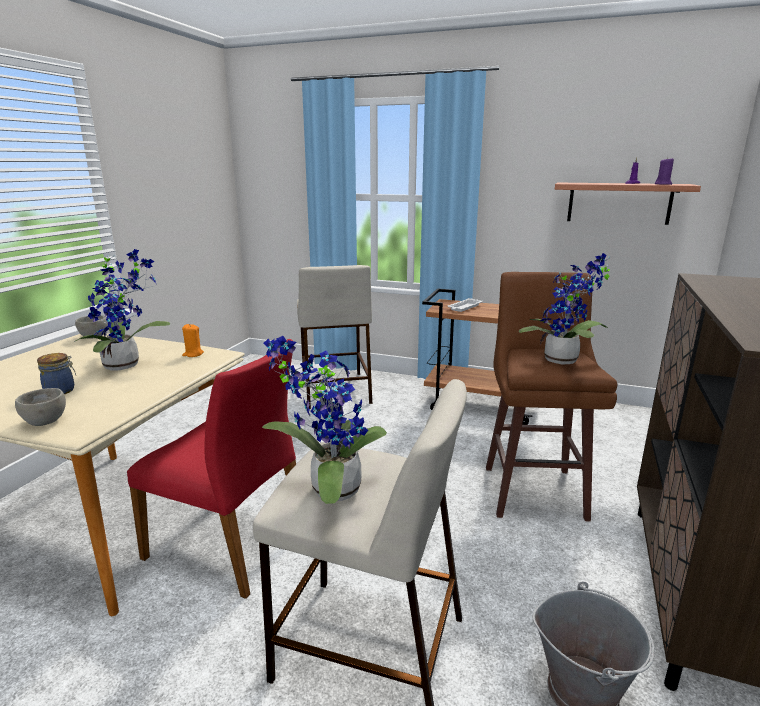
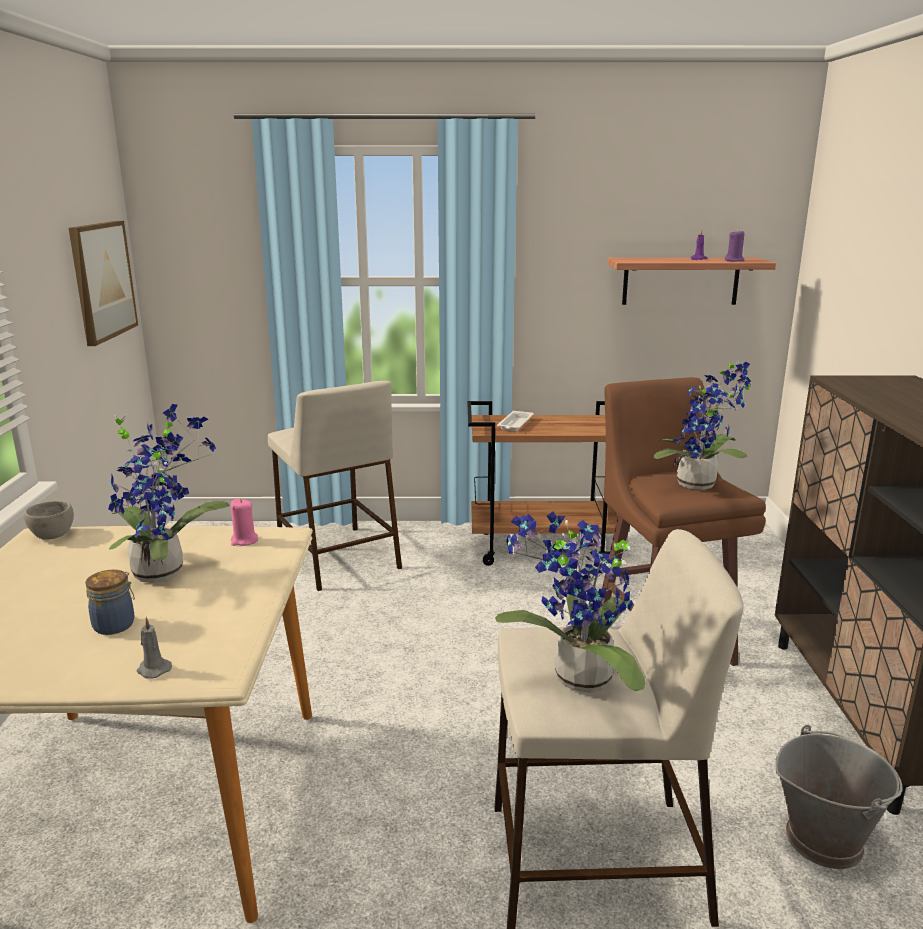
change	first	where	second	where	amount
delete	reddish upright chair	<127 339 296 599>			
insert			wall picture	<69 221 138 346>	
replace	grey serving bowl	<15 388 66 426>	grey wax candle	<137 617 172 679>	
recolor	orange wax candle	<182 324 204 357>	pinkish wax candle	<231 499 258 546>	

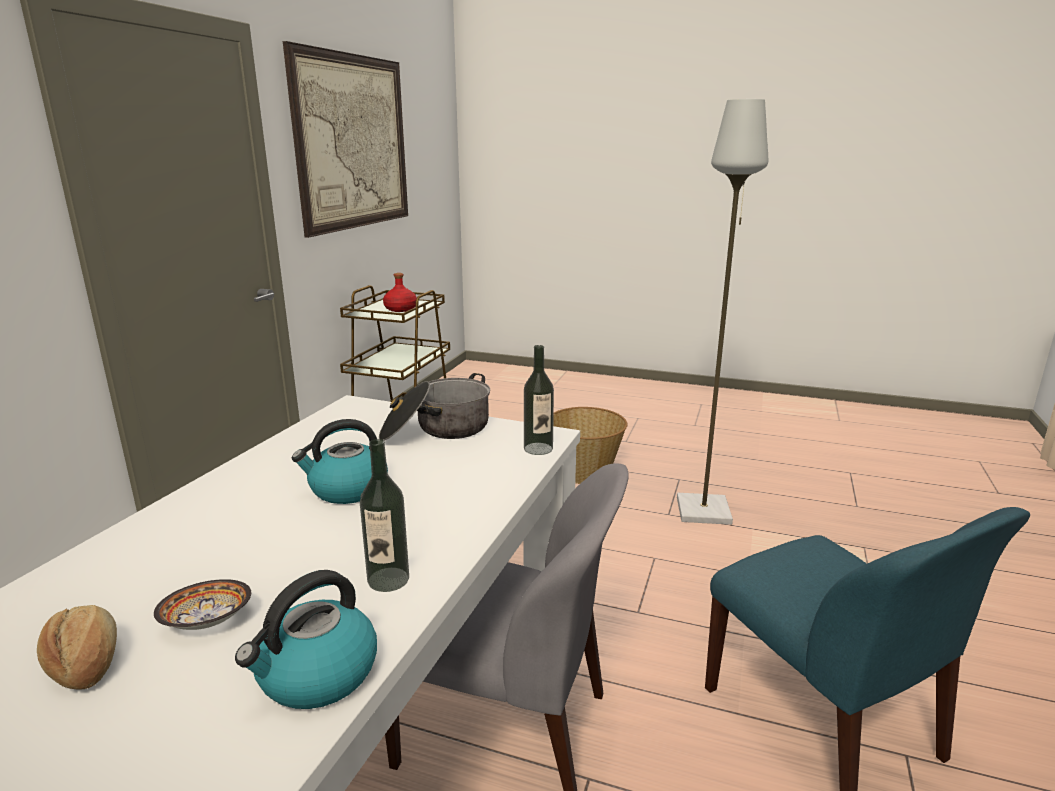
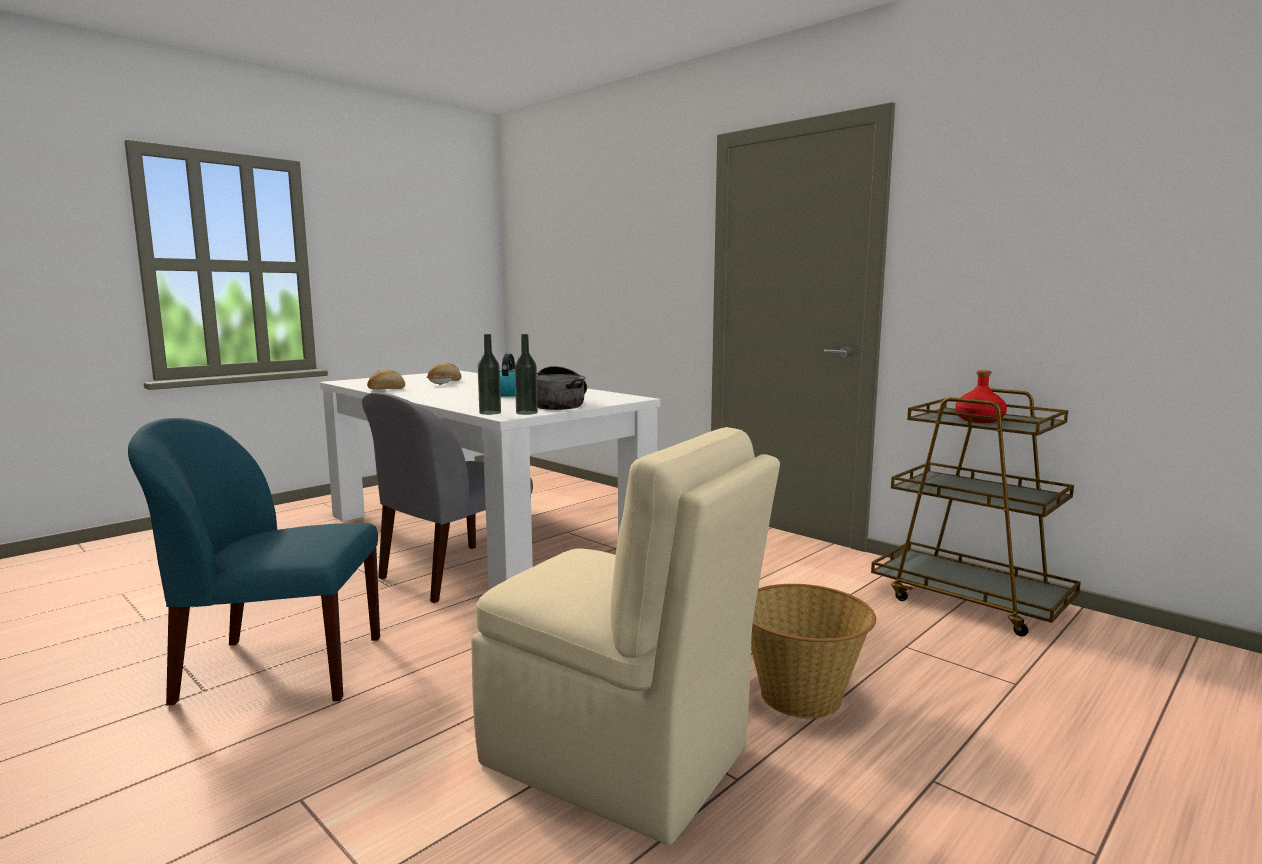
change	first	where	second	where	amount
delete	wall picture	<283 41 408 238>			
move	beverage bottle	<360 439 409 592>		<515 334 538 415>	
replace	water kettle	<235 570 377 709>	baked bread	<367 370 405 389>	
replace	grey standing lamp	<677 99 768 525>	beige upright chair	<471 427 780 845>	

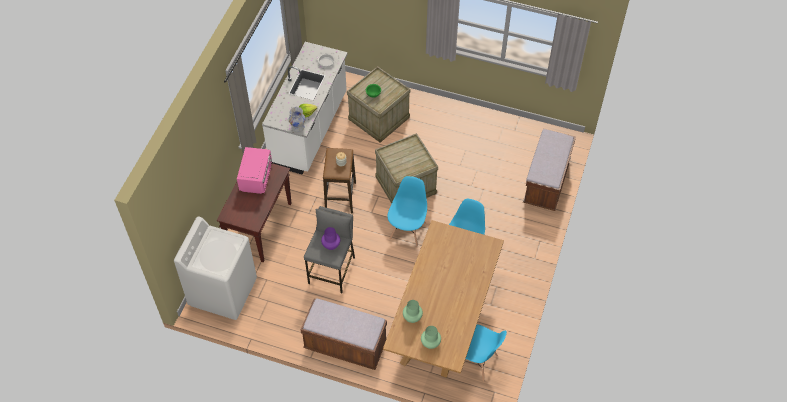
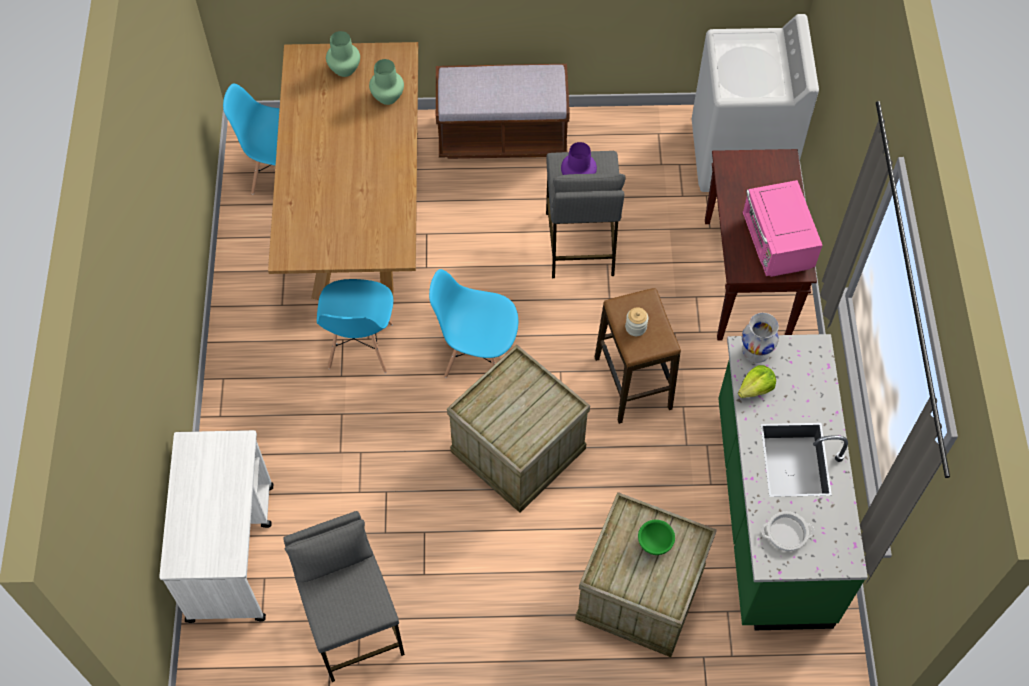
change	first	where	second	where	amount
insert			grey stool	<283 511 405 682>	
replace	brown-coloured long seat	<523 129 576 211>	whitish trolley	<159 430 273 623>	
recolor	whitish kitchen base unit	<262 42 348 174>	greenish kitchen base unit	<718 334 868 630>	
rotate	blue-coloured upright chair	<388 176 427 247>		<429 269 518 378>	105 degrees clockwise

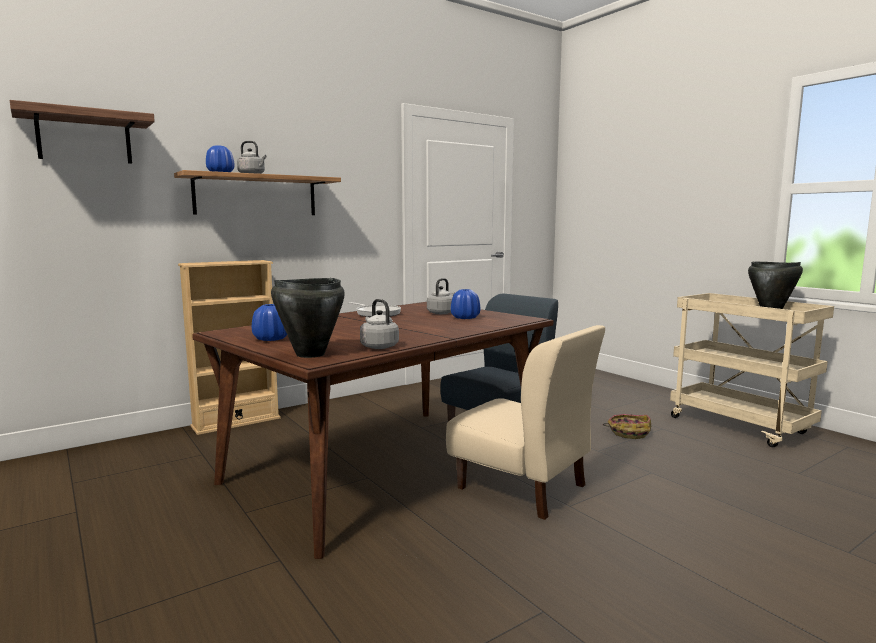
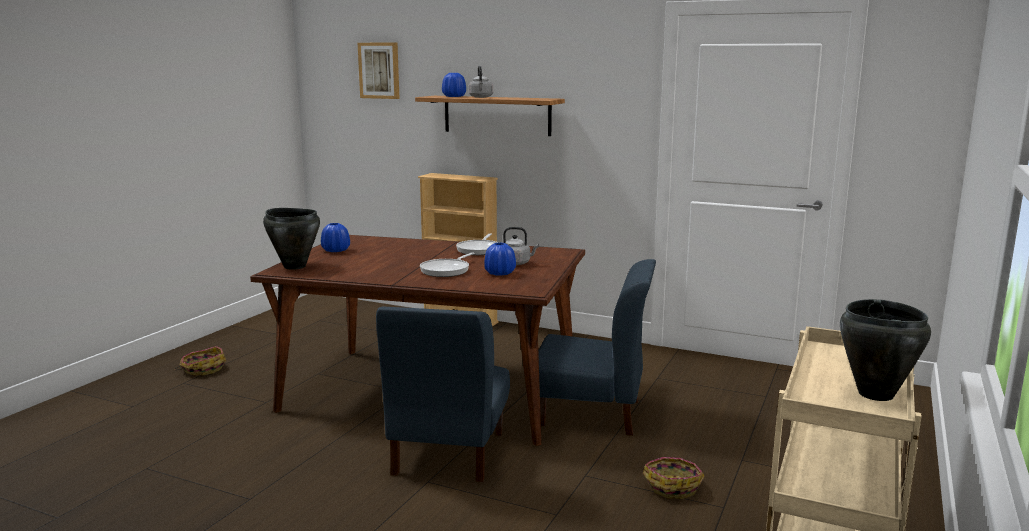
change	first	where	second	where	amount
delete	grey water kettle	<360 299 399 349>			
insert			storage basket	<175 346 226 375>	
insert			frying pan	<420 253 474 277>	
replace	wall shelf	<10 100 155 164>	wall picture	<358 42 400 99>	
recolor	beige upright chair	<446 325 605 520>	blue-coloured upright chair	<376 306 510 482>	

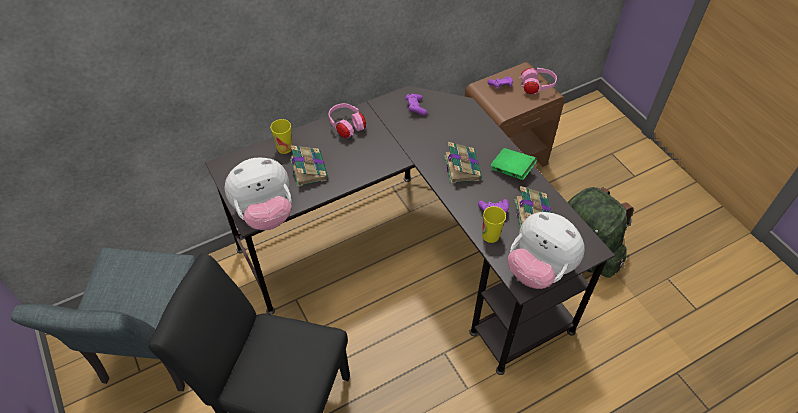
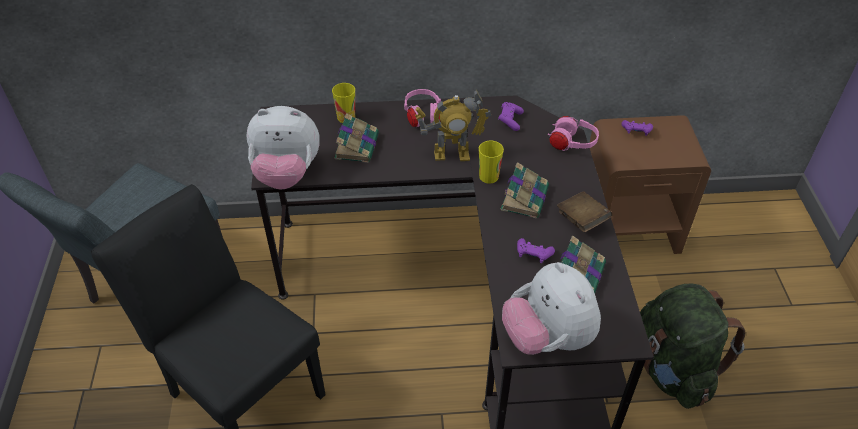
change	first	where	second	where	amount
insert			robot figure	<415 90 491 161>	
move	small cup	<482 206 506 243>		<479 141 504 184>	
move	pinkish pair of headphones	<519 68 557 94>		<548 116 599 151>	
recolor	greenish bound book	<490 148 537 180>	brown-coloured bound book	<557 192 612 232>	

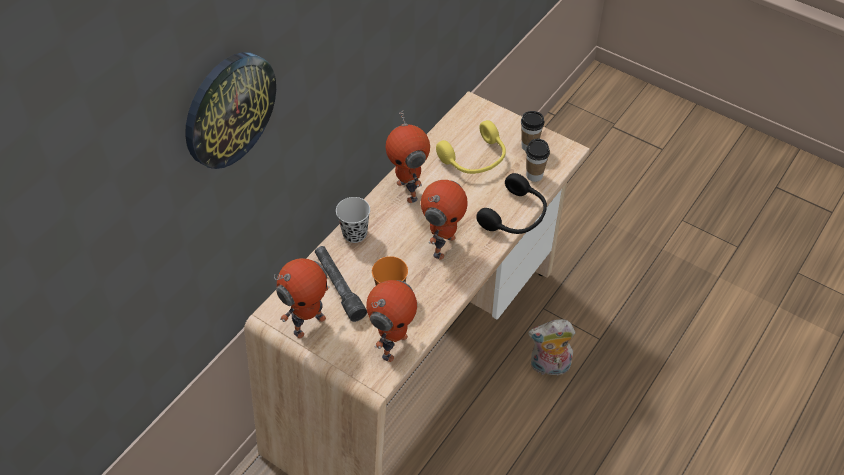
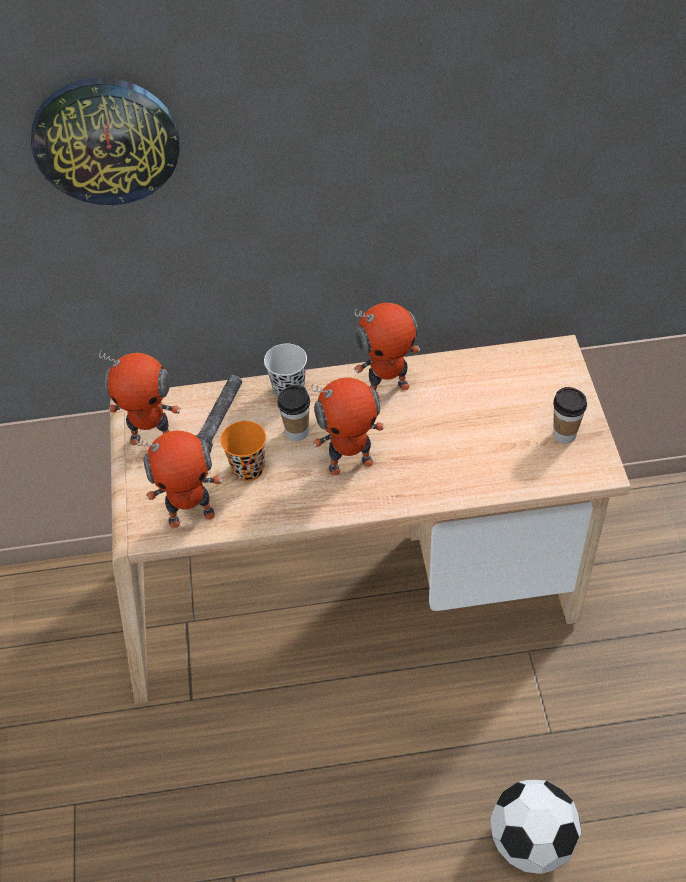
change	first	where	second	where	amount
delete	yellowish pair of headphones	<436 120 506 174>			
delete	black pair of headphones	<476 173 547 234>			
delete	plush toy	<528 319 575 375>			
insert			football ball	<490 779 581 874>	
move	small cup	<526 138 550 182>		<277 385 310 441>	
rotate	robot figure	<385 110 430 203>		<354 303 420 398>	135 degrees counterclockwise

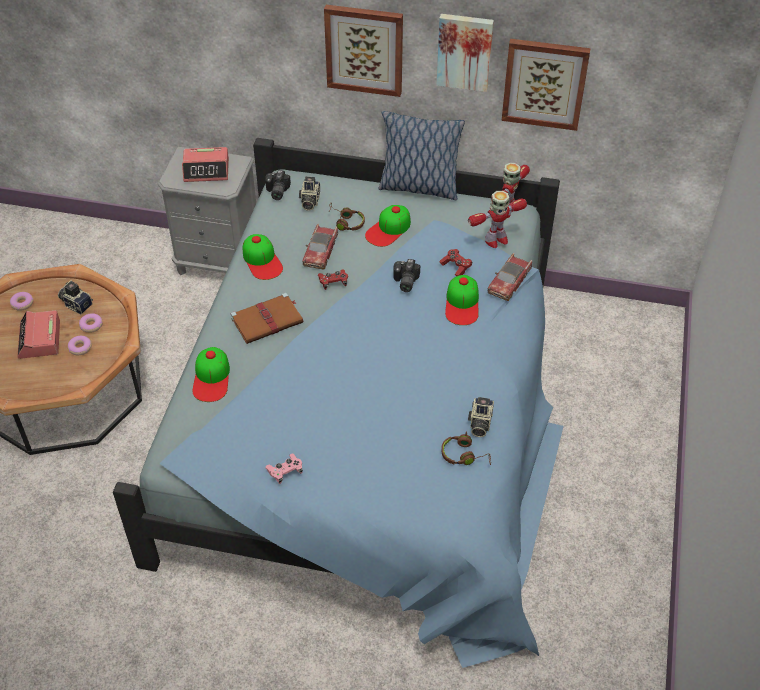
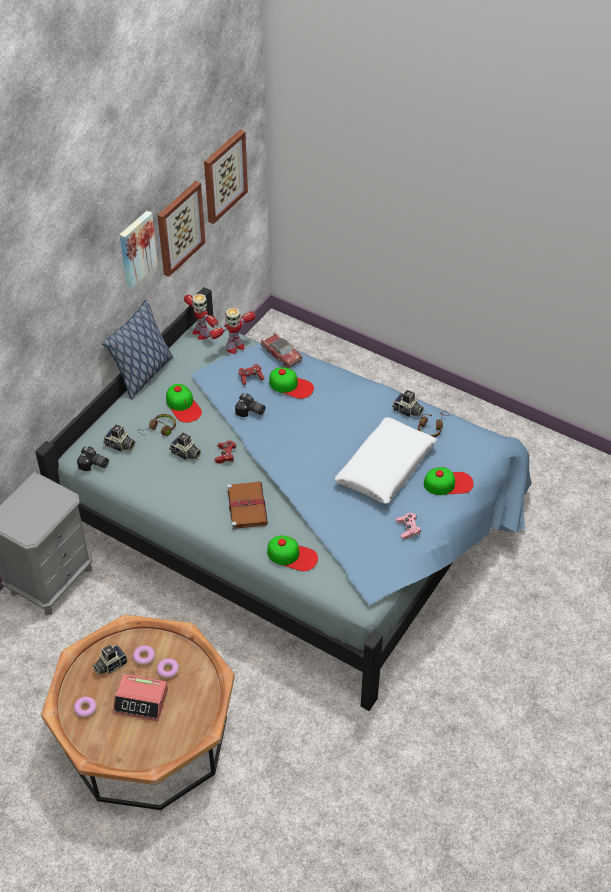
change	first	where	second	where	amount
delete	table clock	<182 147 229 182>			
insert			whitish throw pillow	<334 417 437 504>	
move	cap	<243 234 283 280>		<424 467 474 495>	
move	wall picture	<324 5 403 97>		<204 130 248 224>	
replace	toy car	<302 224 338 270>	photo camera	<169 433 201 460>	
rotate	robot figure	<468 191 527 248>		<209 307 256 354>	60 degrees clockwise

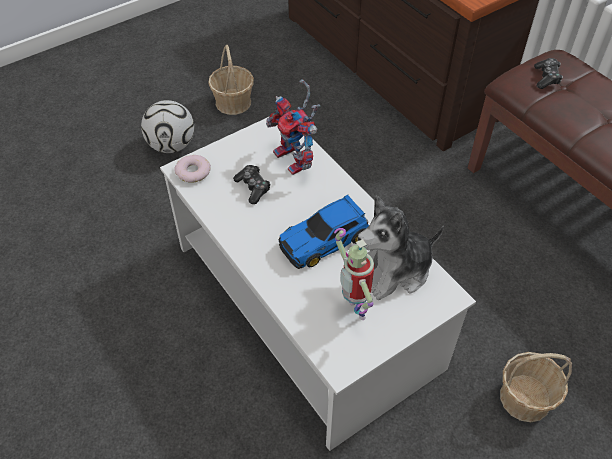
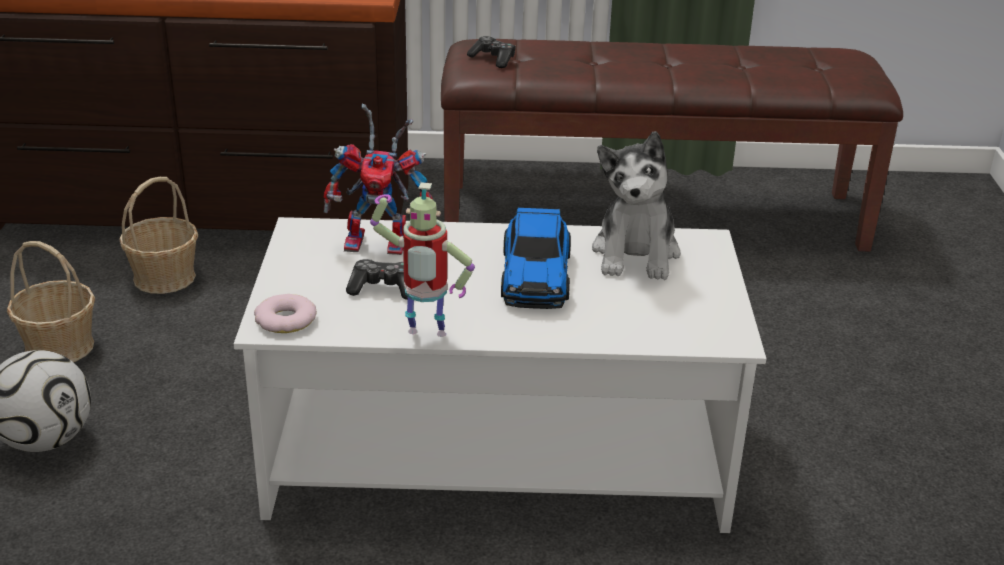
change	first	where	second	where	amount
move	robot figure	<334 228 375 320>		<370 182 475 337>	
move	storage basket	<500 352 572 422>		<119 177 198 294>	

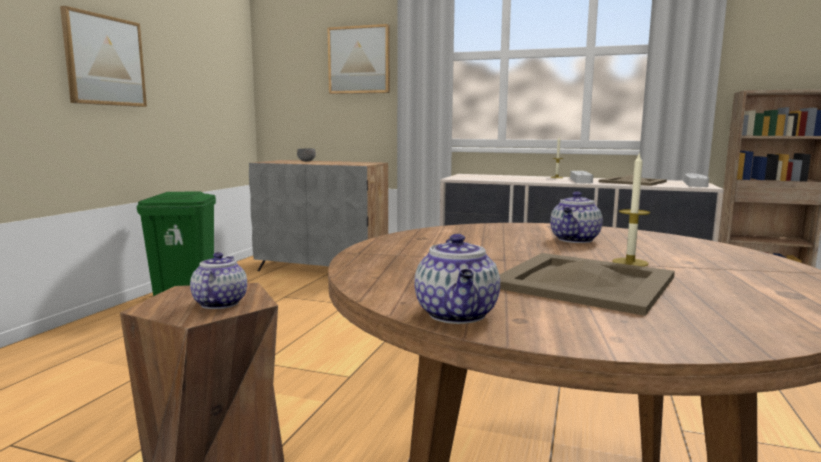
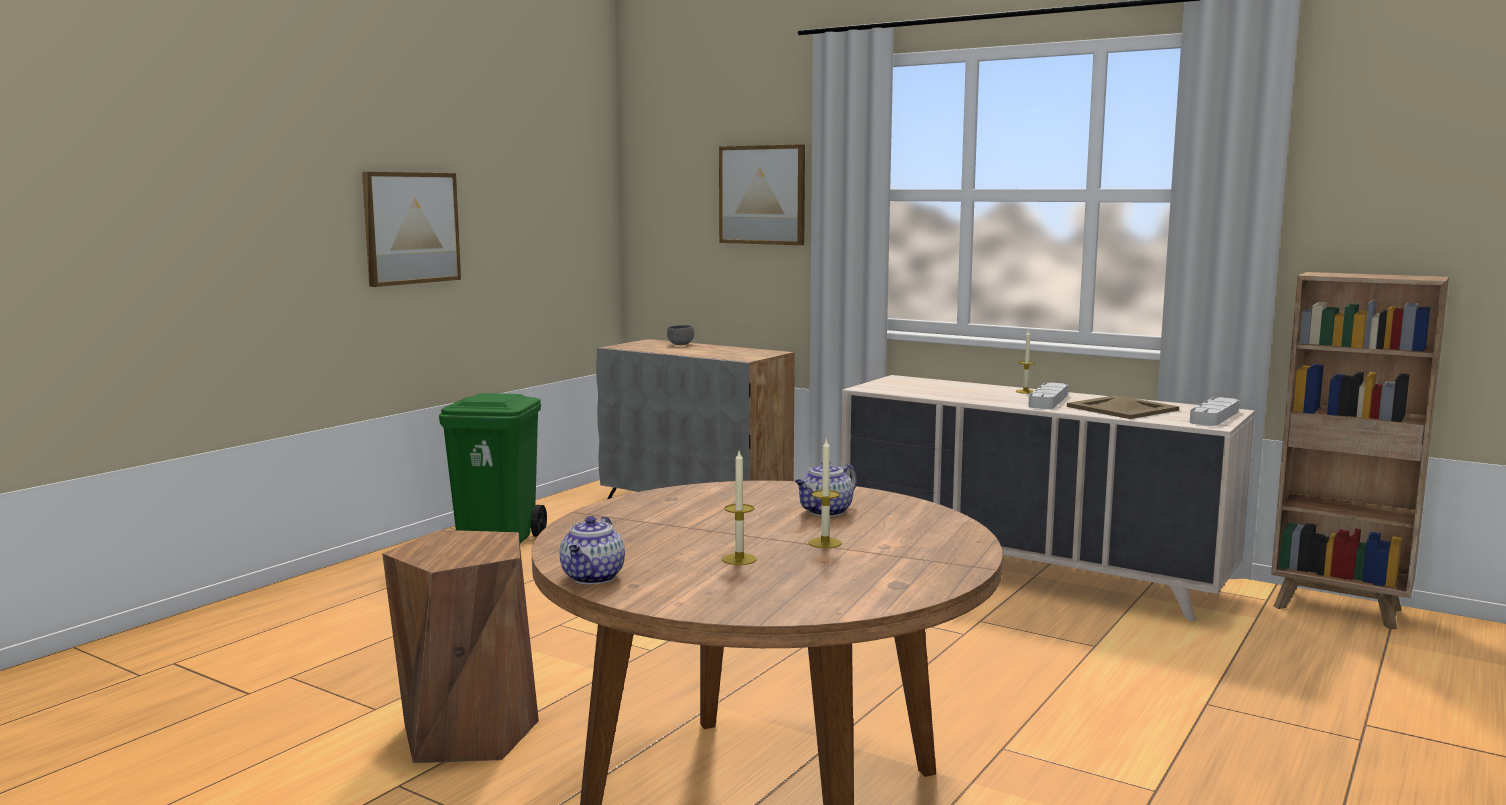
change	first	where	second	where	amount
delete	teapot	<190 252 247 309>			
replace	beige carrying tray	<499 253 675 316>	wax candle	<722 451 757 565>	

